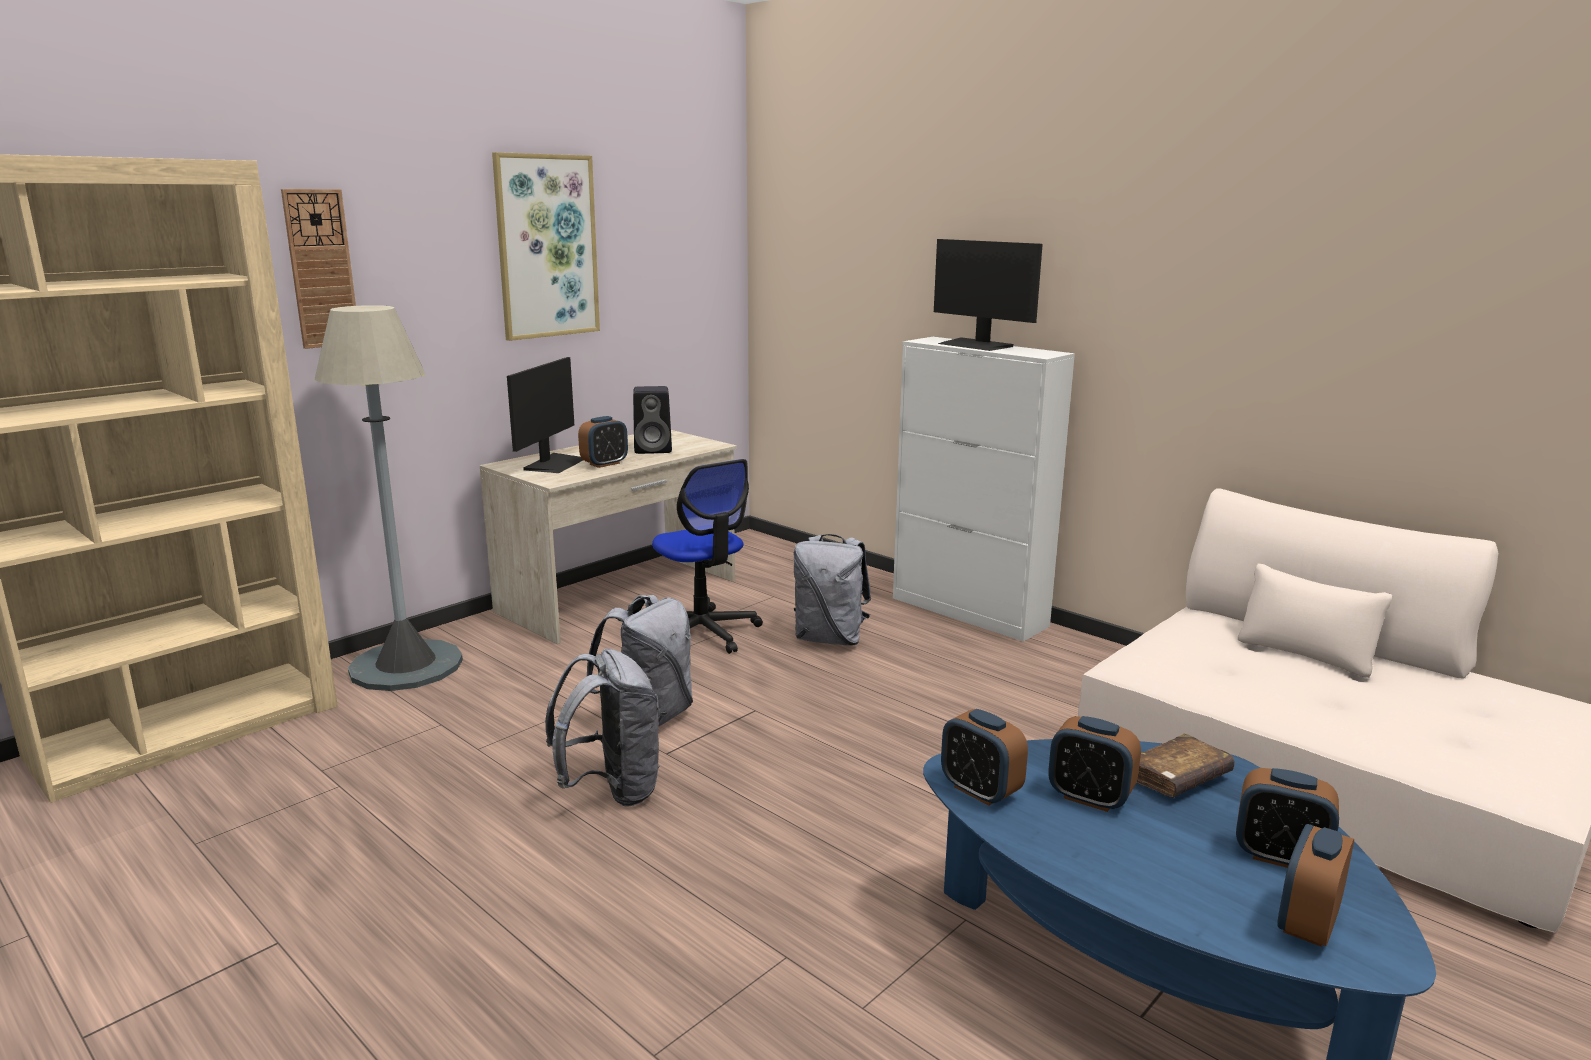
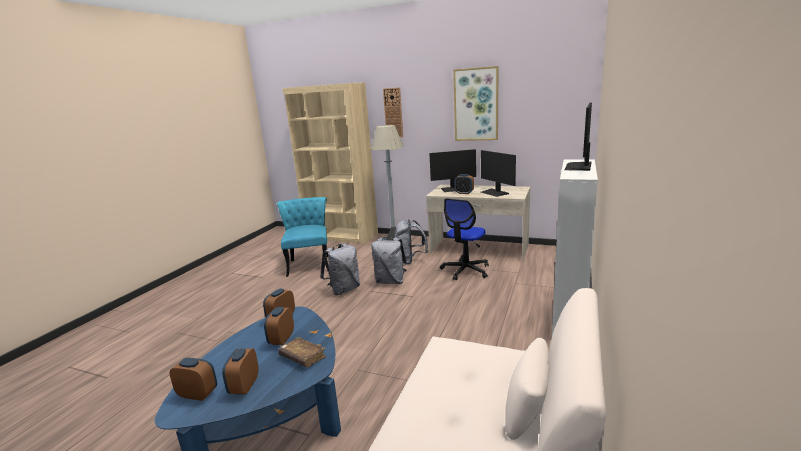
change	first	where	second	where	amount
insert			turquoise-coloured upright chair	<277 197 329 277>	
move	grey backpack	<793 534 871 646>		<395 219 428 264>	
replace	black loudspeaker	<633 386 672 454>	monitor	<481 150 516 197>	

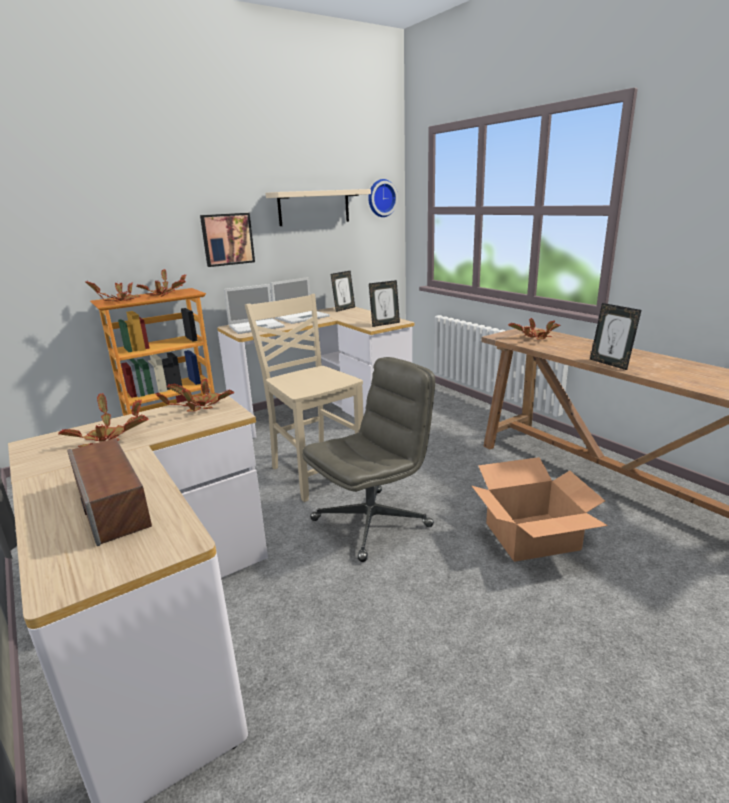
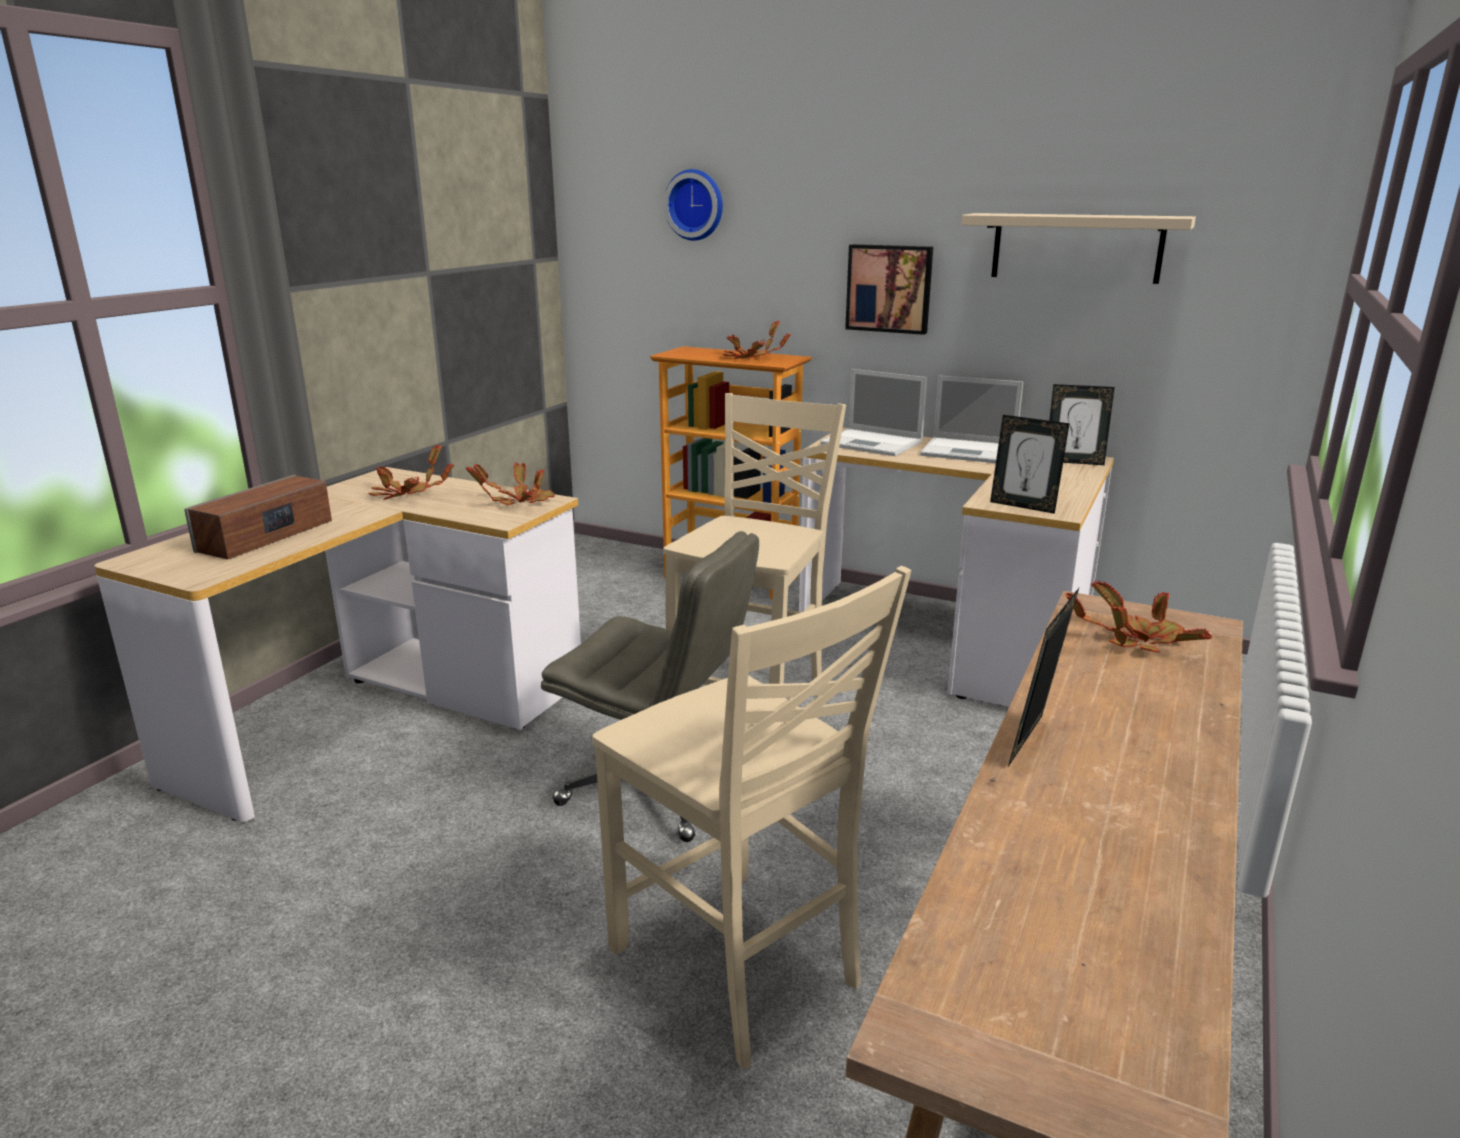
change	first	where	second	where	amount
delete	plant in a pot	<85 281 140 301>			
move	hanging clock	<368 179 398 217>		<663 169 723 241>	
replace	packing box	<471 457 608 562>	beige upright chair	<592 566 911 1069>	

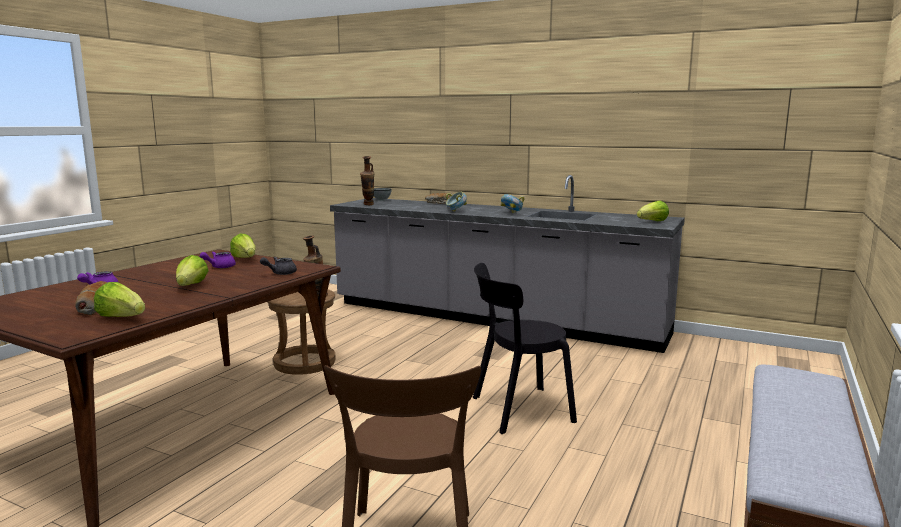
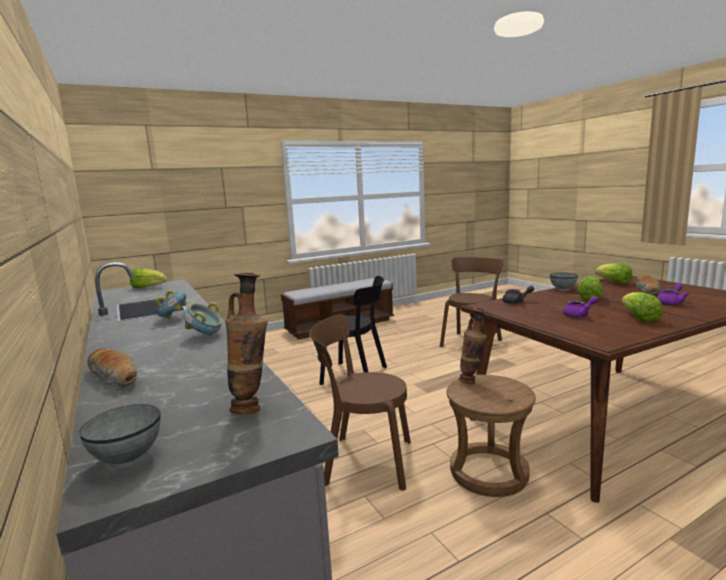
change	first	where	second	where	amount
insert			brown-coloured upright chair	<309 314 411 490>	
insert			grey serving bowl	<550 272 578 291>	
move	lettuce	<230 233 255 258>		<621 292 662 323>	

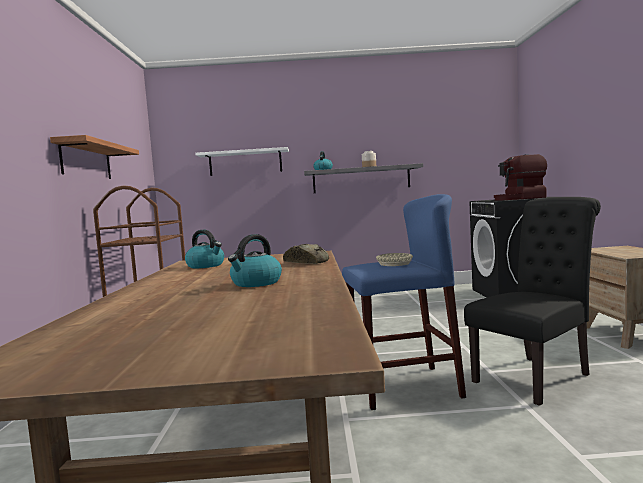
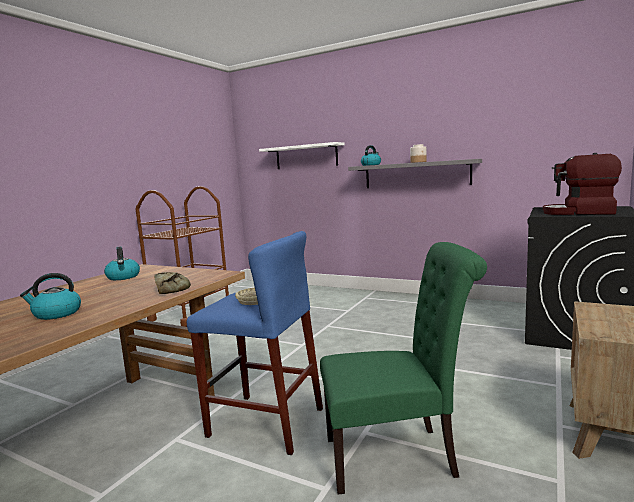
change	first	where	second	where	amount
delete	wall shelf	<50 135 139 179>			
recolor	black upright chair	<464 197 601 406>	greenish upright chair	<320 242 487 495>	

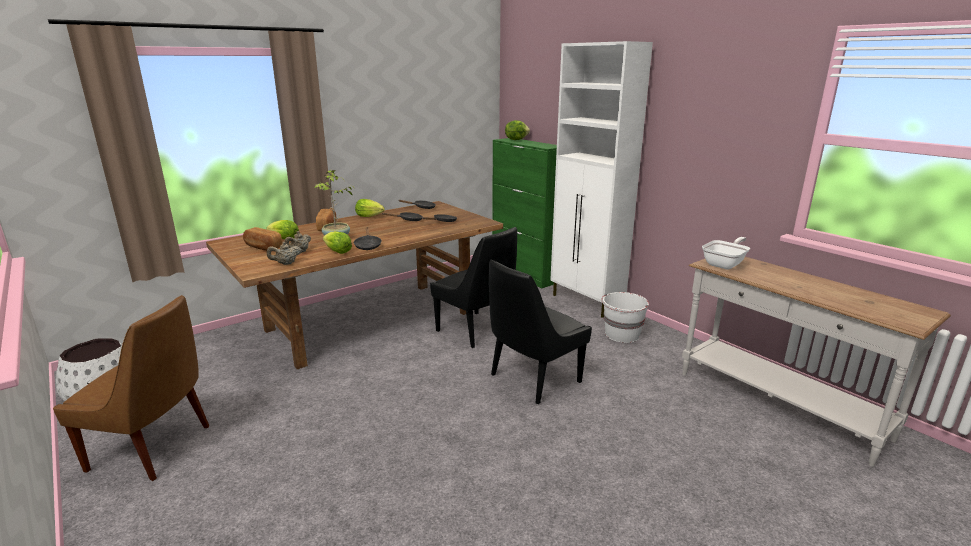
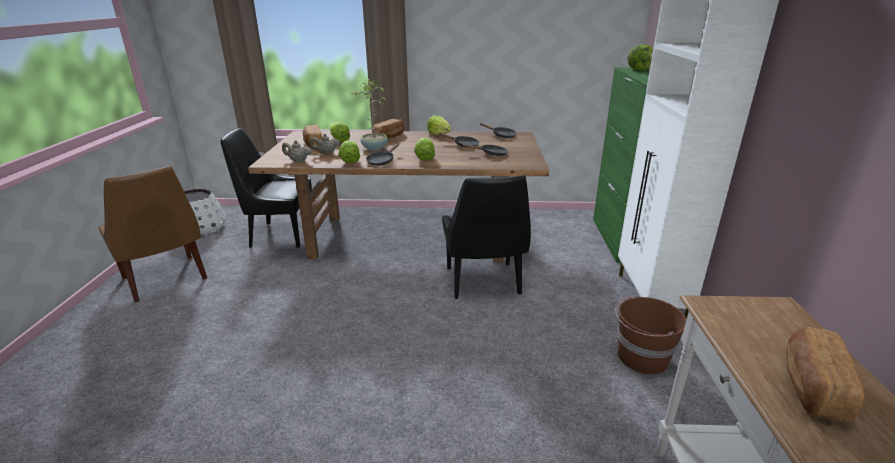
change	first	where	second	where	amount
delete	frying pan	<702 237 750 269>			
insert			lettuce	<414 138 435 161>	
insert			baked bread	<786 327 865 424>	
move	black upright chair	<489 260 592 404>		<220 128 312 248>	
recolor	whitish water bucket	<601 292 649 343>	brown-coloured water bucket	<615 296 687 374>	

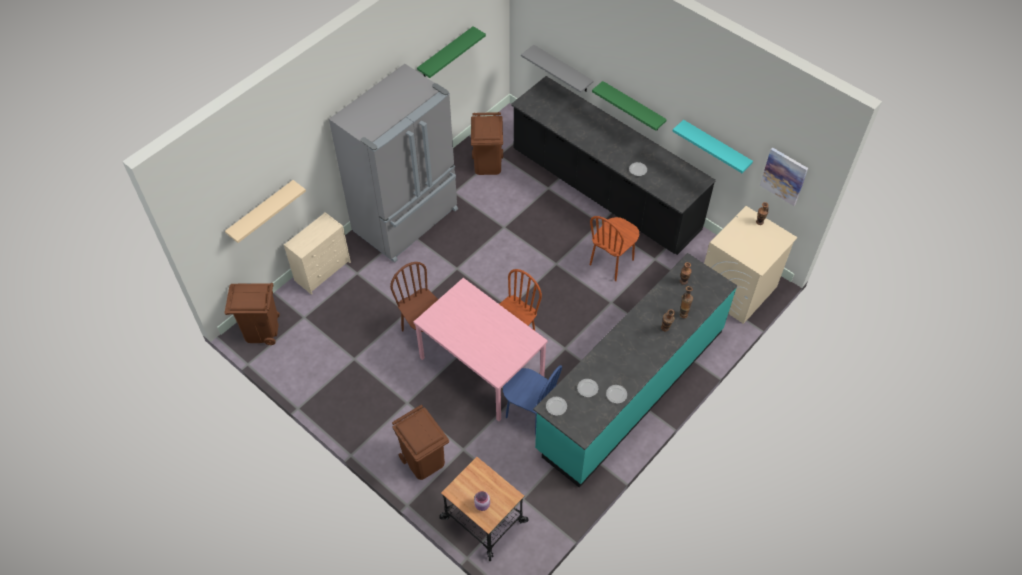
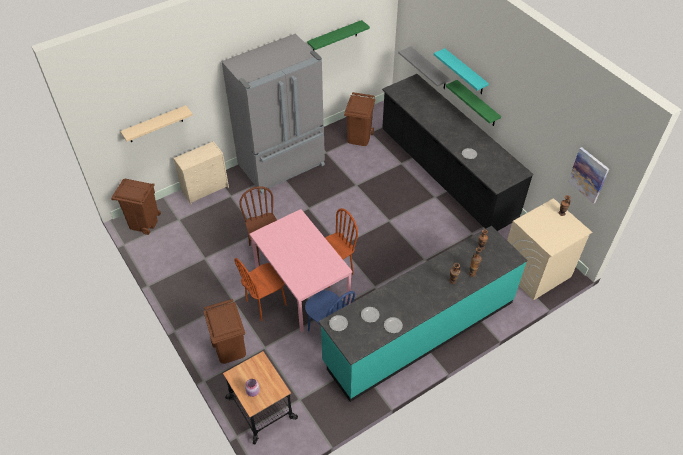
change	first	where	second	where	amount
move	brown-coloured upright chair	<590 216 639 281>		<234 258 287 321>	
move	turquoise-coloured wall shelf	<672 120 753 173>		<434 48 489 94>	

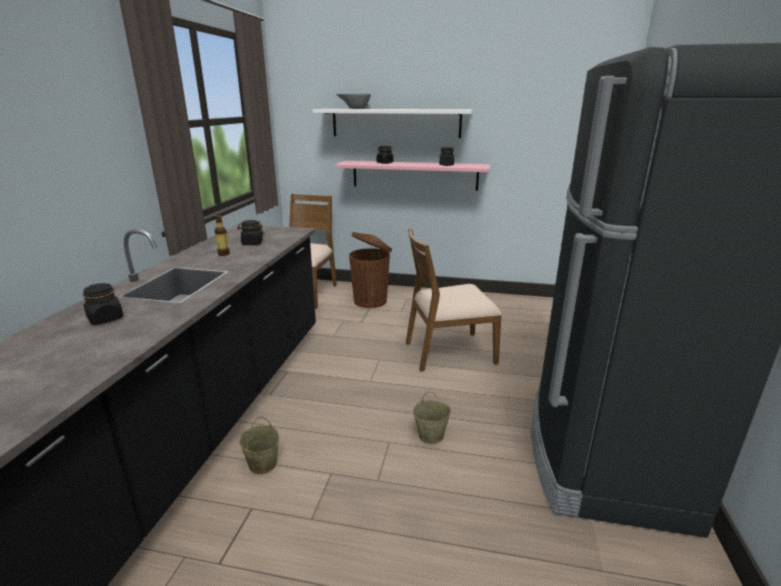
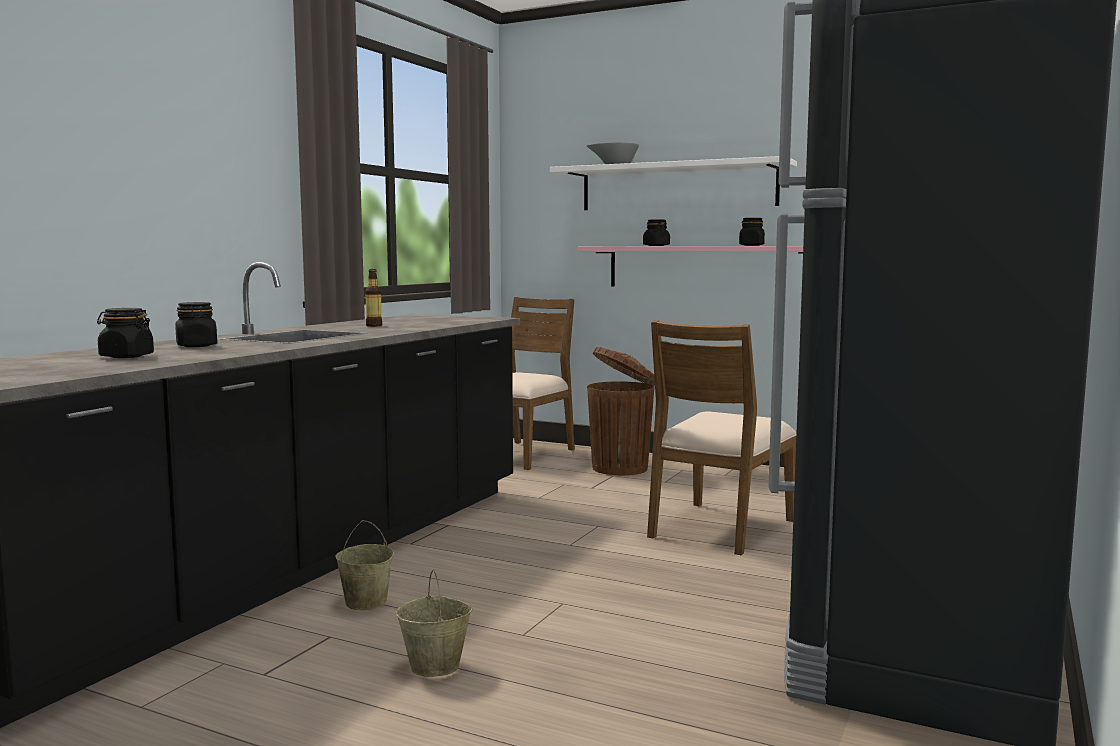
change	first	where	second	where	amount
move	black storage jar	<237 220 264 245>		<97 308 154 358>	
move	beige water bucket	<413 392 451 444>		<396 569 473 677>	
rotate	brown-coloured upright chair	<406 228 502 372>		<647 320 796 555>	60 degrees counterclockwise

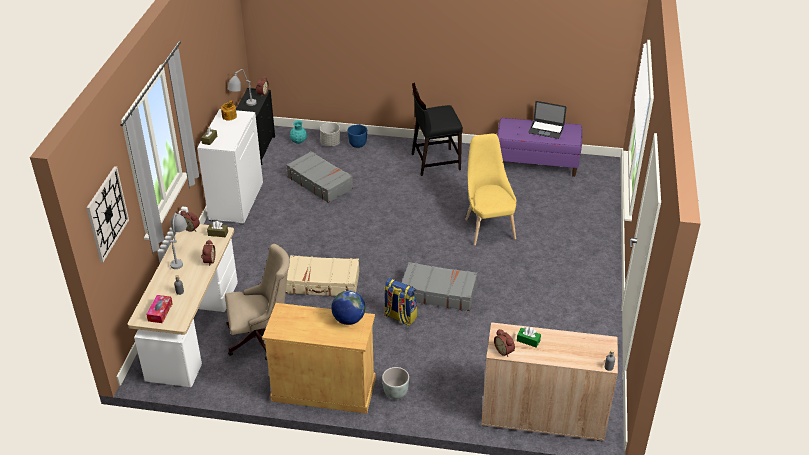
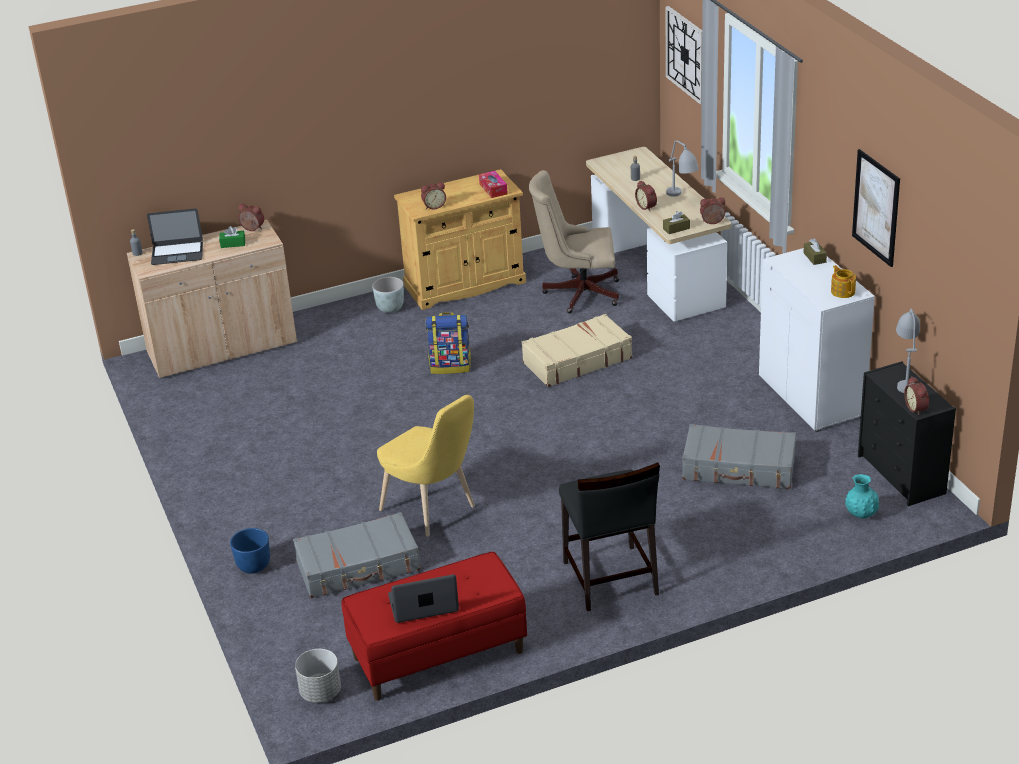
change	first	where	second	where	amount
insert			notebook computer	<147 208 203 265>	
insert			wall picture	<852 149 900 267>	
move	box of tissues	<146 295 173 323>		<479 171 508 198>	
move	grey flower pot	<320 122 341 147>		<295 649 341 703>	
move	blue-coloured flower pot	<347 125 367 148>		<230 528 270 574>	
move	grey suitcase	<402 262 477 311>		<293 512 421 598>	
replace	globe	<331 291 365 325>	table clock	<421 182 446 209>	
recolor	purplish long seat	<497 118 583 177>	reddish long seat	<342 552 527 701>	
rotate	beige office chair	<225 244 290 360>		<529 170 619 313>	45 degrees clockwise
rotate	black upright chair	<412 83 463 176>		<559 463 660 611>	120 degrees clockwise

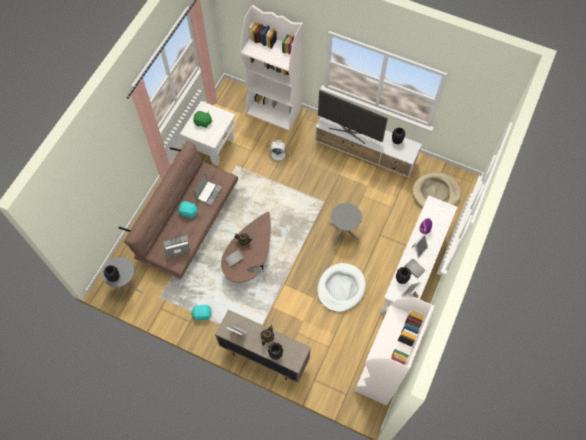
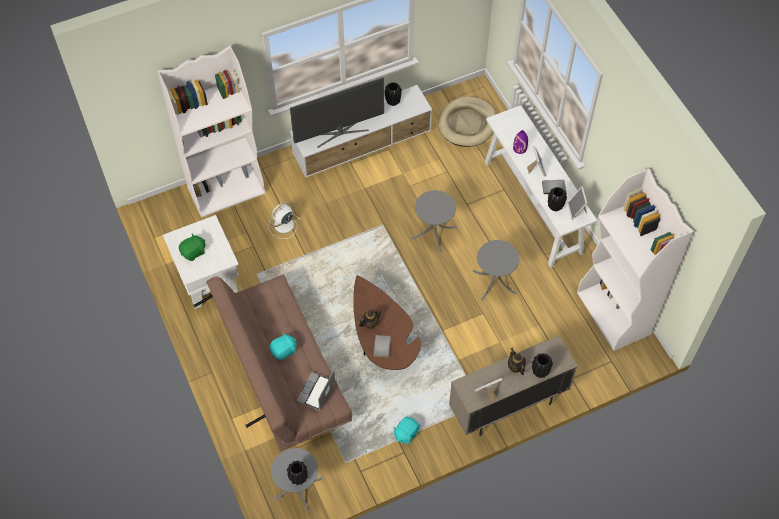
change	first	where	second	where	amount
delete	notebook computer	<194 172 222 206>			
replace	whitish dog bed	<317 263 366 312>	grey end table	<473 240 519 301>	

